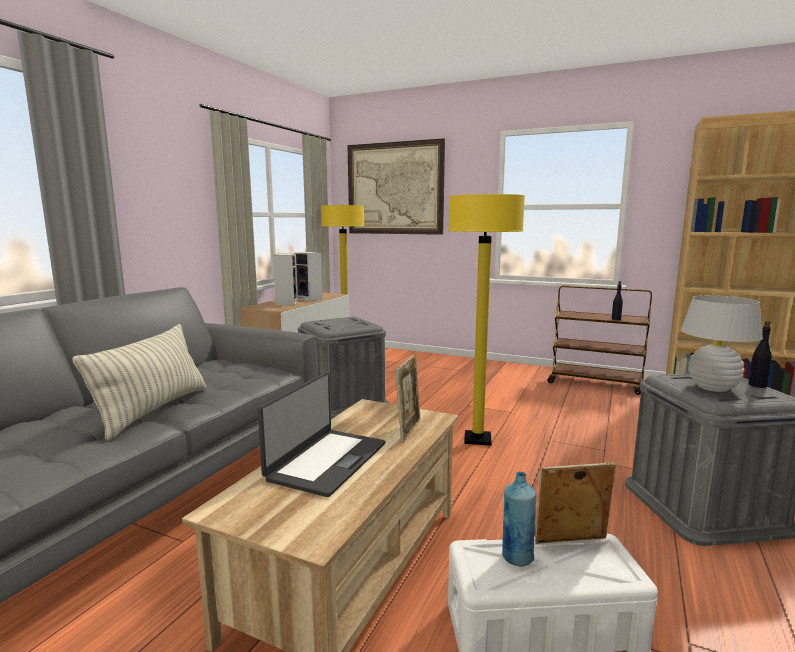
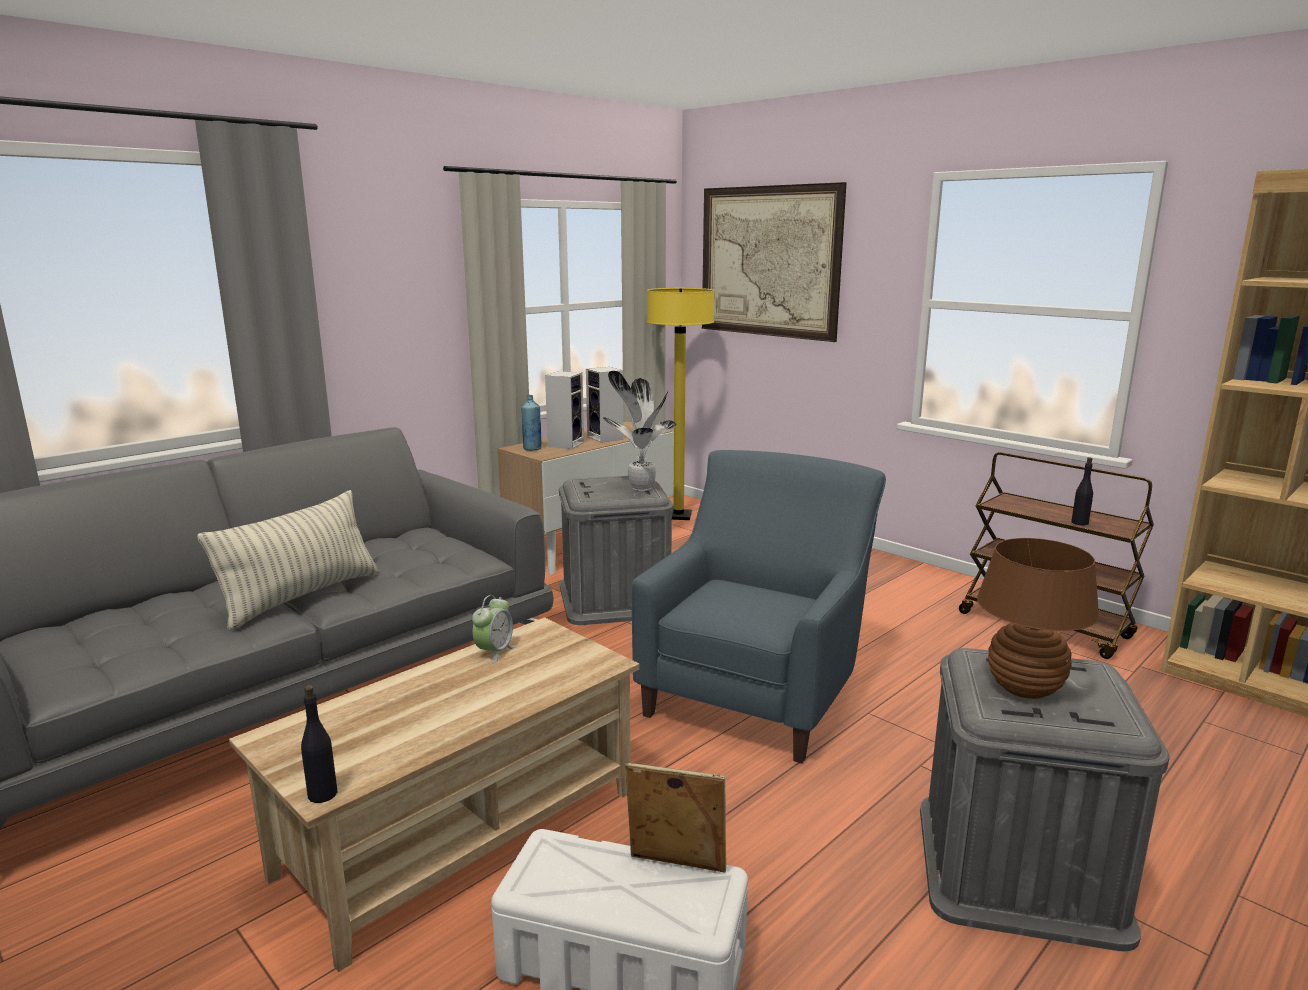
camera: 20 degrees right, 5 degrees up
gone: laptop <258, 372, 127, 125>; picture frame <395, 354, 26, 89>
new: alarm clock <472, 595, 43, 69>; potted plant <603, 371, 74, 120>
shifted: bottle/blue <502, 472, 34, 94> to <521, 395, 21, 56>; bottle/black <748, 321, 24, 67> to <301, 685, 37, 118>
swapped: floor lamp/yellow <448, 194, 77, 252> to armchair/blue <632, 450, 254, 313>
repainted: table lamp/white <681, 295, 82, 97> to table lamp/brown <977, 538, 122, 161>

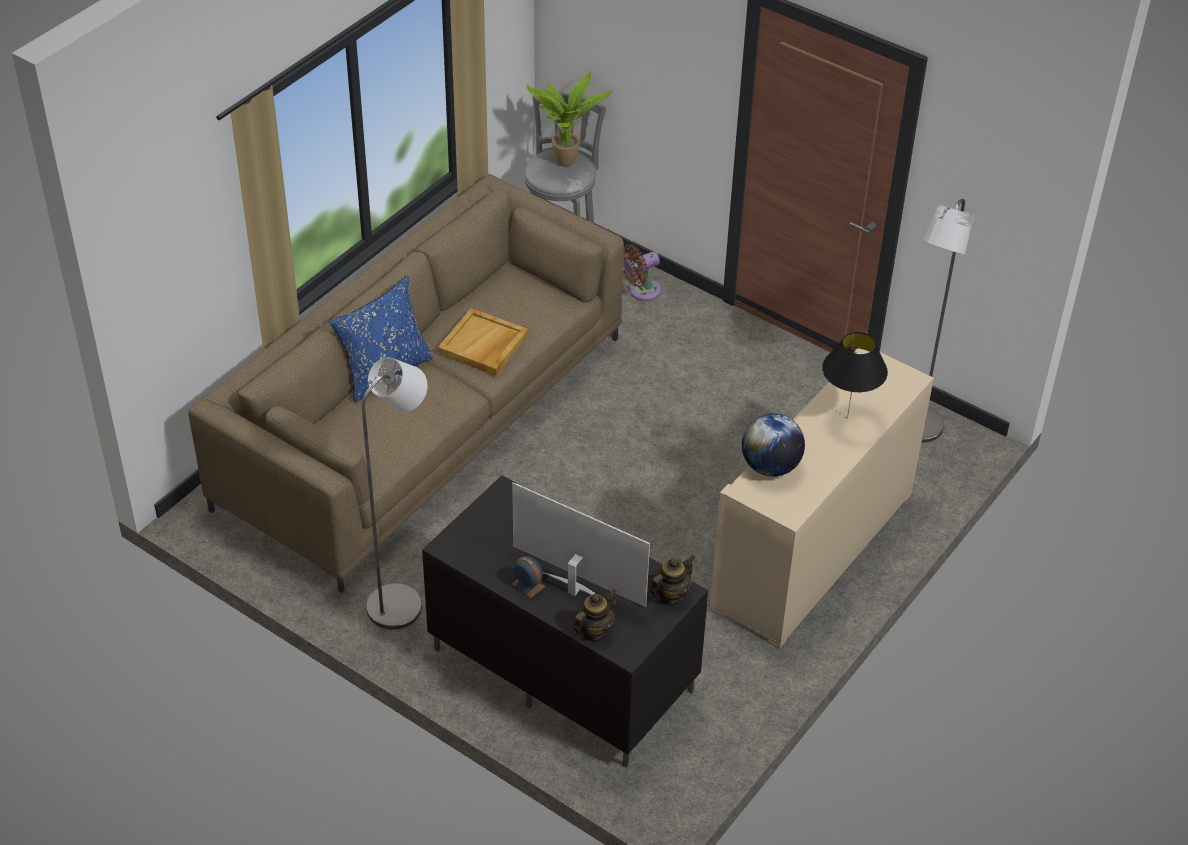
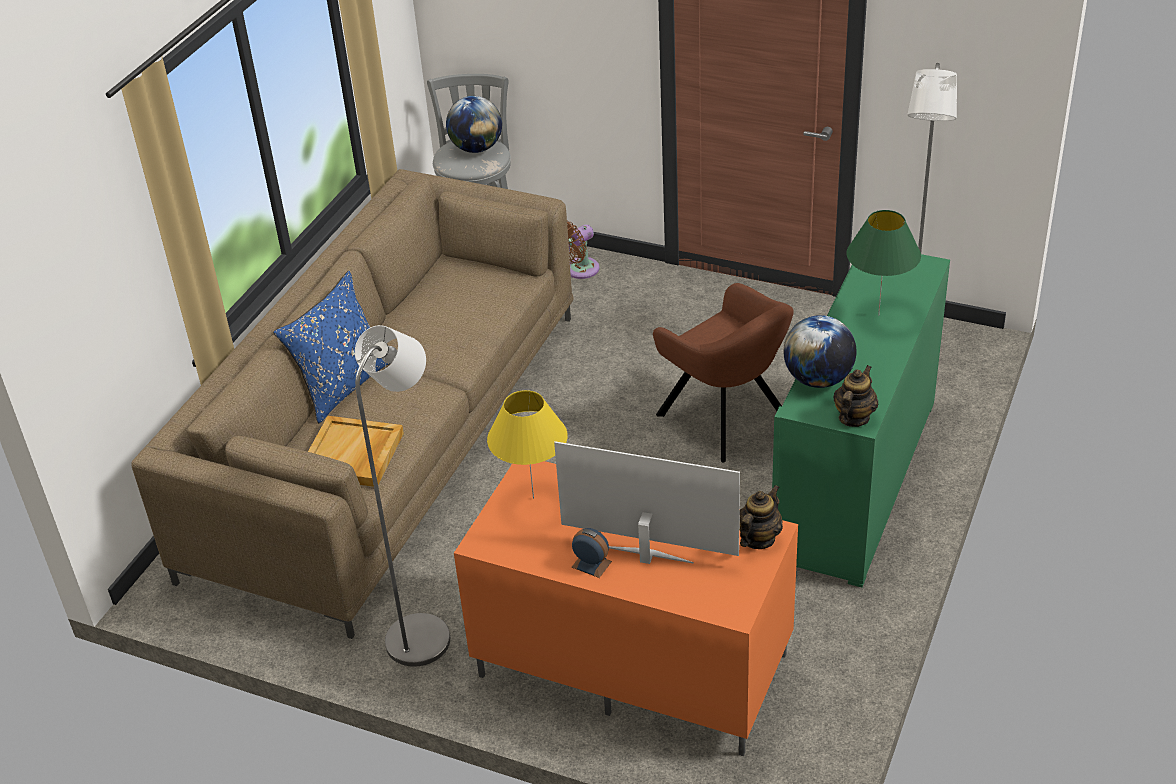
camera: 10 degrees left, 5 degrees down
new: table lamp/yellow <487, 390, 81, 109>; armchair/brown <653, 283, 141, 179>
shifted: tray/beige <438, 308, 90, 68> to <308, 416, 96, 71>; teapot <573, 589, 44, 52> to <833, 365, 45, 62>
swapped: potted plant <526, 72, 86, 95> to globe <446, 96, 56, 57>
repainted: tv stand/black <422, 475, 286, 292> to tv stand/orange <454, 461, 344, 295>; cabinet/beige <710, 348, 224, 301> to cabinet/green <772, 254, 178, 334>; table lamp/black <822, 332, 66, 87> to table lamp/green <847, 210, 74, 106>

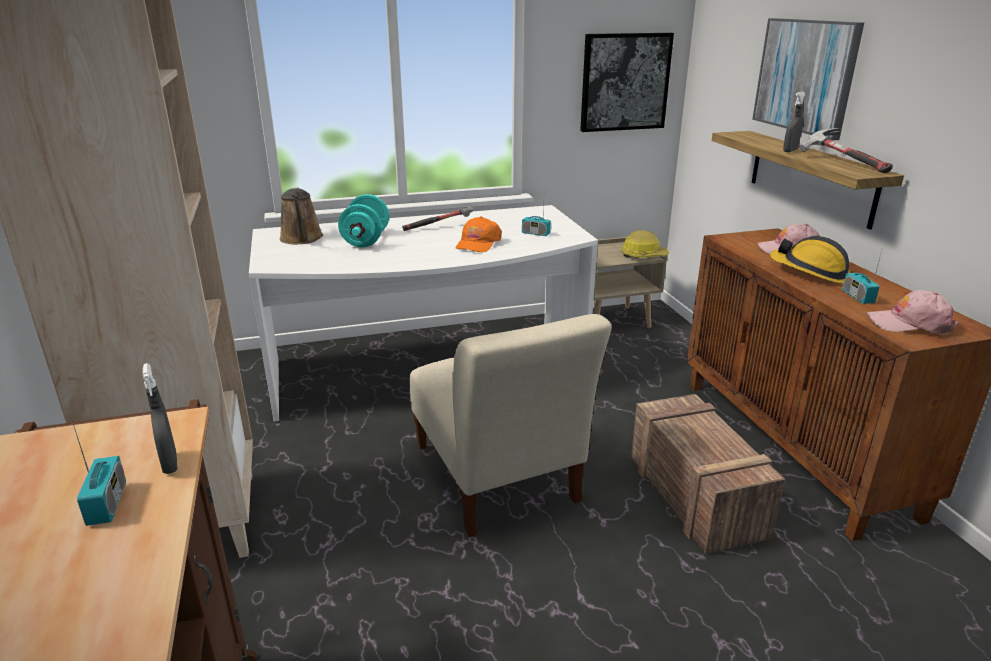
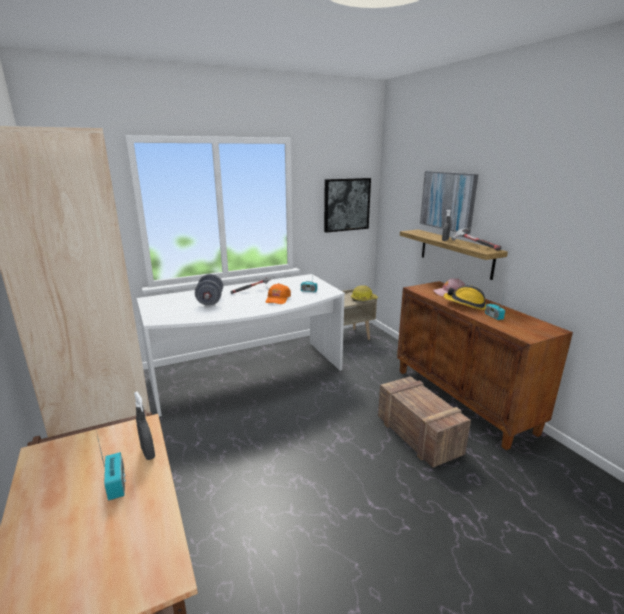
camera: 10 degrees left, 5 degrees down
gone: watering can/brown <280, 187, 43, 57>; chair/beige <409, 314, 203, 223>; cap/pink <867, 290, 92, 44>
repainted: dumbbell/turquoise <338, 194, 51, 53> to dumbbell/grey <195, 274, 28, 32>

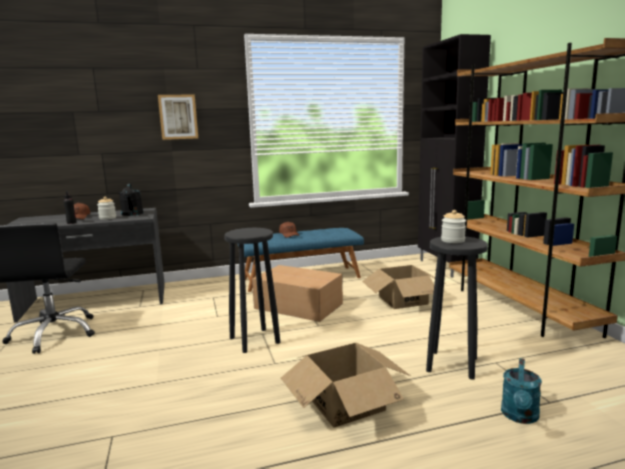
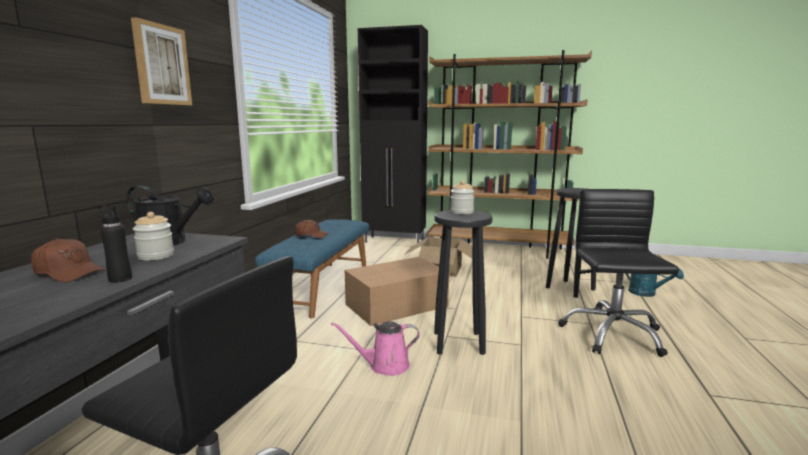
camera: 60 degrees left, 0 degrees up
new: watering can/pink <331, 321, 89, 55>
shifted: jar <441, 210, 25, 33> to <450, 180, 25, 34>
swapped: cardboard box <281, 343, 129, 85> to office chair/black <558, 189, 121, 168>

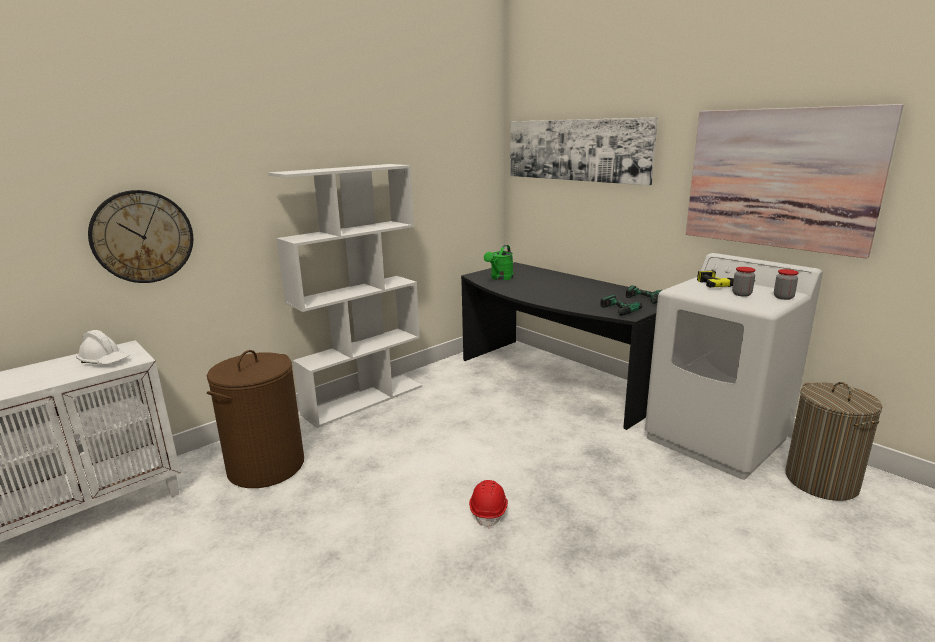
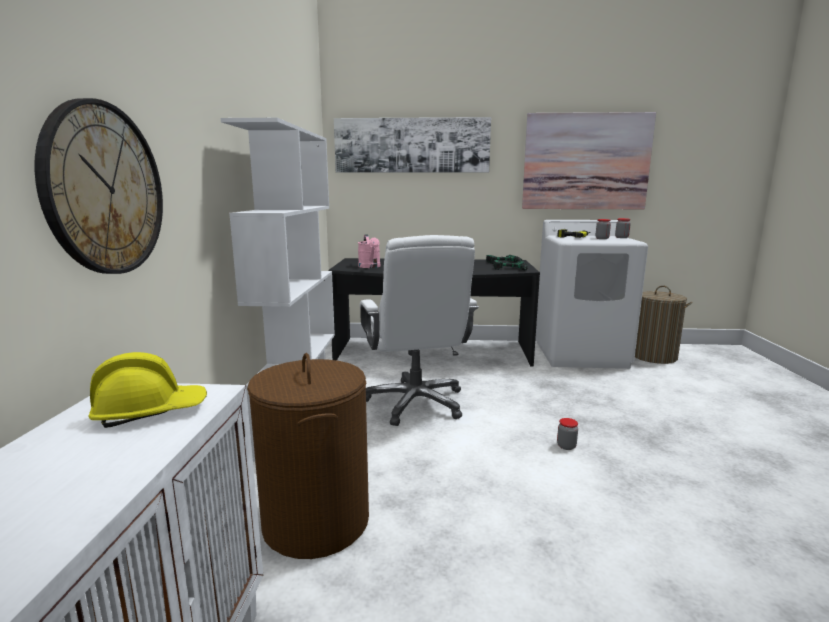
camera: 45 degrees left, 5 degrees down
new: office chair/white <360, 235, 119, 191>
swapped: hard hat/red <469, 480, 39, 48> to jar <557, 418, 21, 32>
repainted: hard hat/white <76, 330, 54, 34> to hard hat/yellow <88, 352, 119, 76>; watering can/green <484, 245, 29, 35> to watering can/pink <358, 235, 22, 33>

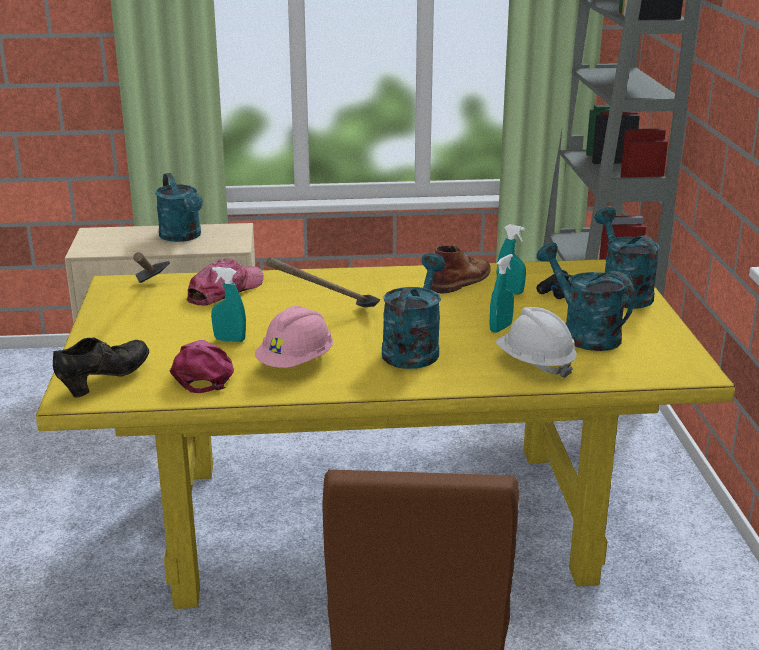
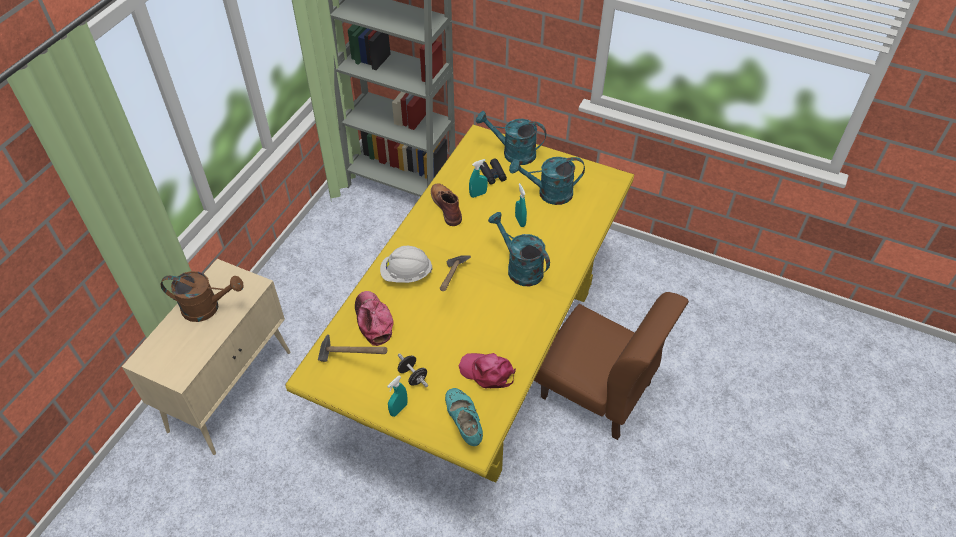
camera: 60 degrees left, 25 degrees up
gone: hard hat/pink <255, 306, 78, 62>
new: dumbbell/black <398, 353, 30, 34>
shifted: spray bottle/turquoise <211, 267, 35, 75> to <387, 376, 21, 41>; hard hat/white <496, 307, 80, 71> to <380, 246, 53, 37>
repainted: shoe/black <53, 337, 96, 61> to shoe/turquoise <445, 388, 38, 58>; watering can/turquoise <155, 173, 48, 69> to watering can/brown <160, 271, 83, 51>

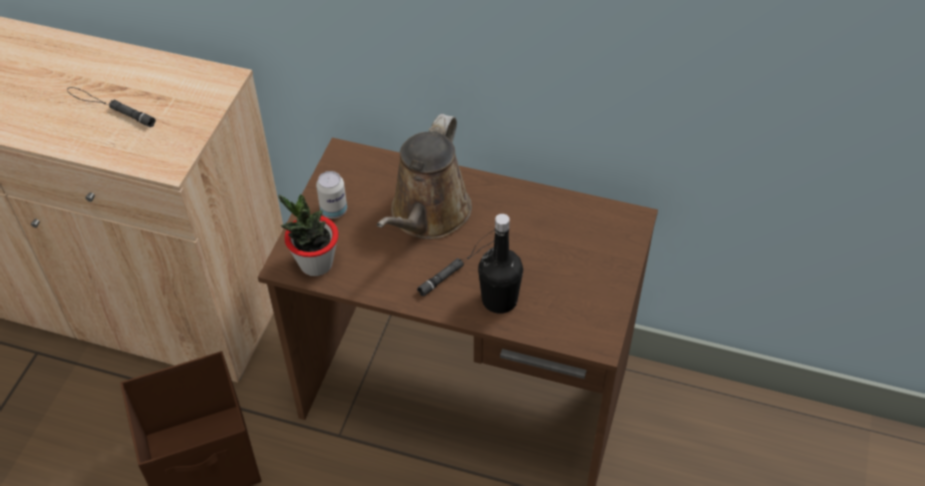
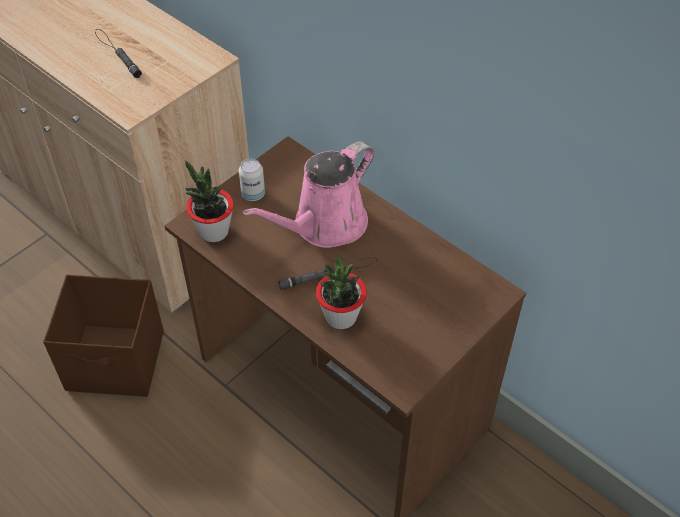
camera: 25 degrees right, 0 degrees up
swapped: bottle/black <478, 214, 45, 100> to potted plant <316, 257, 51, 72>
repainted: watering can/brown <377, 114, 95, 125> to watering can/pink <243, 141, 131, 107>

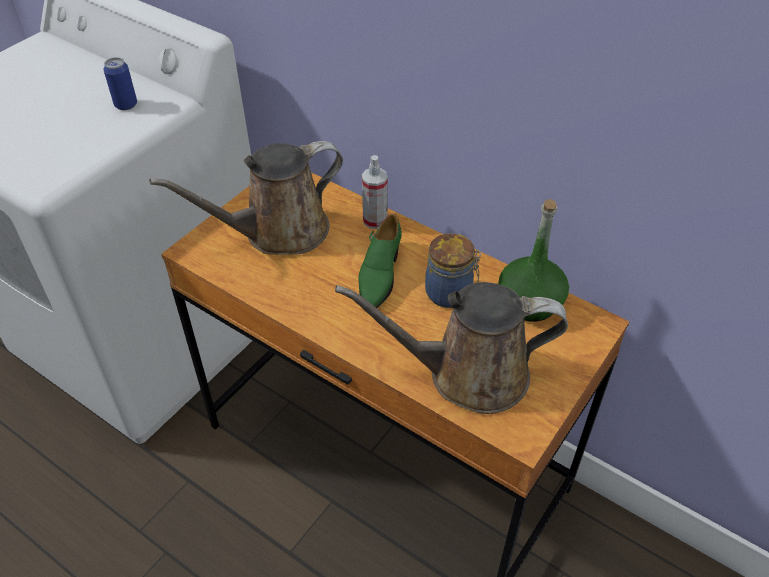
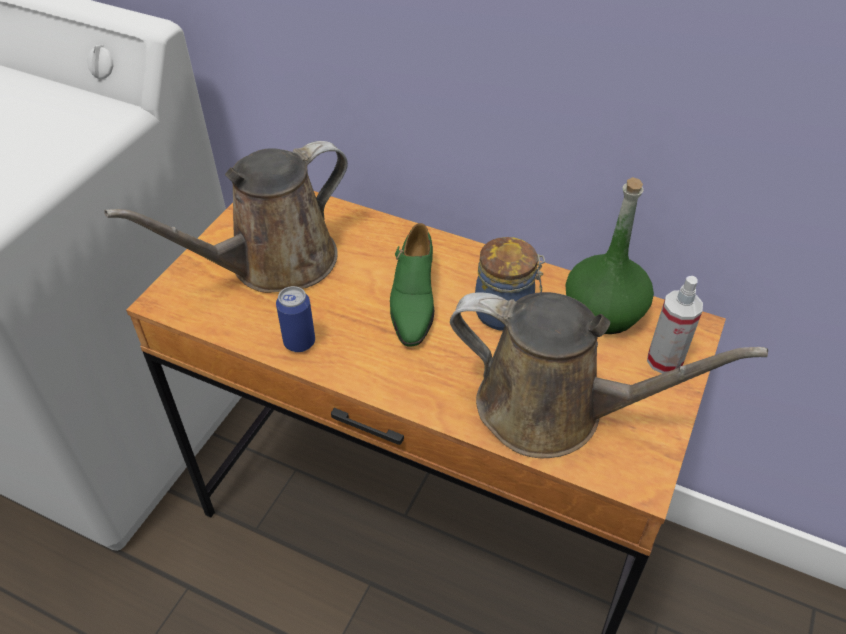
camera: 10 degrees left, 0 degrees up
shifted: can <103, 57, 34, 53> to <276, 286, 39, 66>; spray bottle <362, 155, 26, 74> to <647, 276, 56, 98>
rotated: watering can/brown <335, 282, 233, 132> = <450, 292, 318, 166> 150 degrees counterclockwise

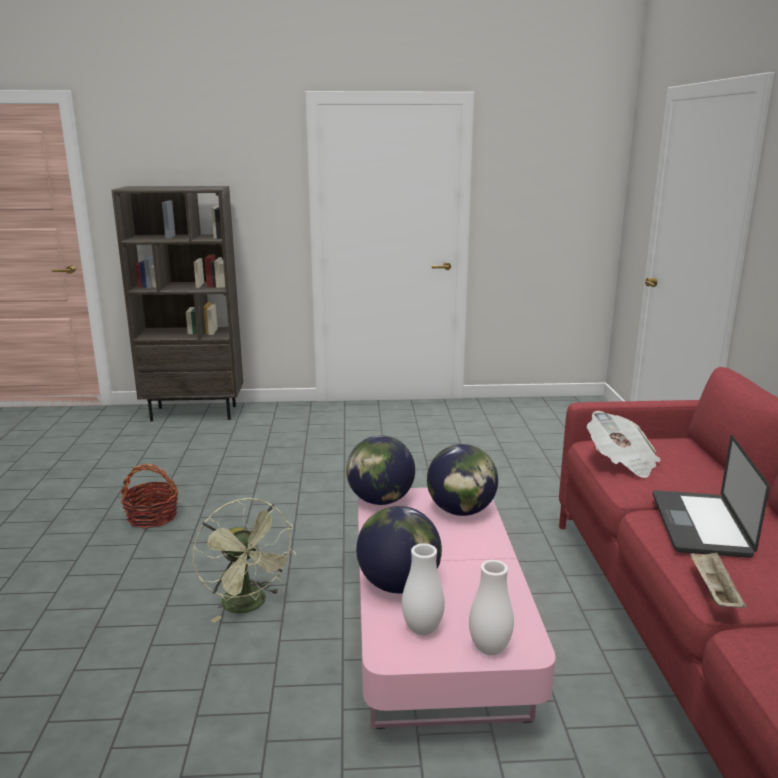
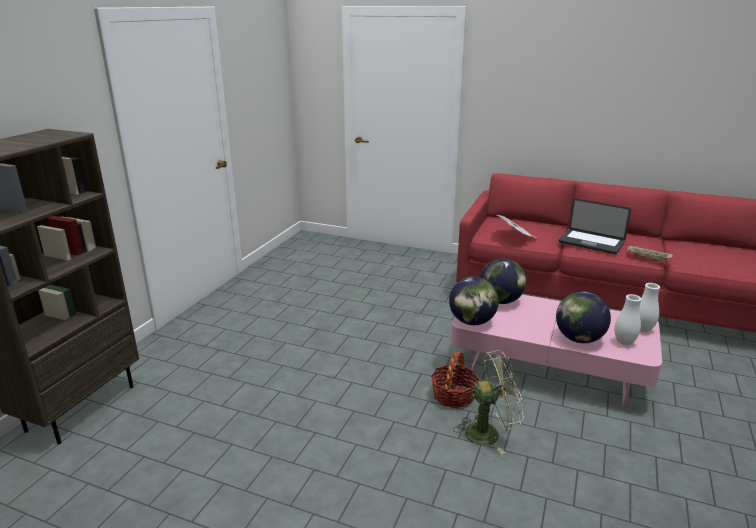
camera: 65 degrees left, 5 degrees up
shifted: basket <121, 464, 57, 65> to <431, 352, 48, 56>

